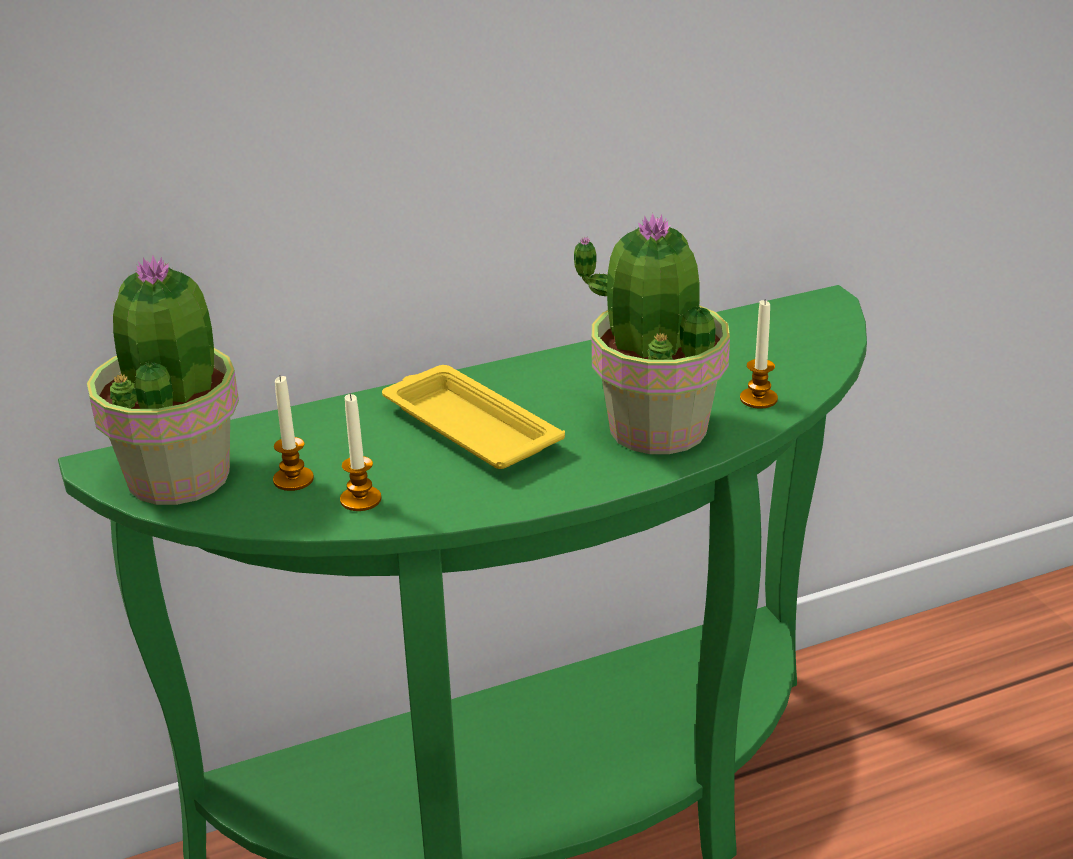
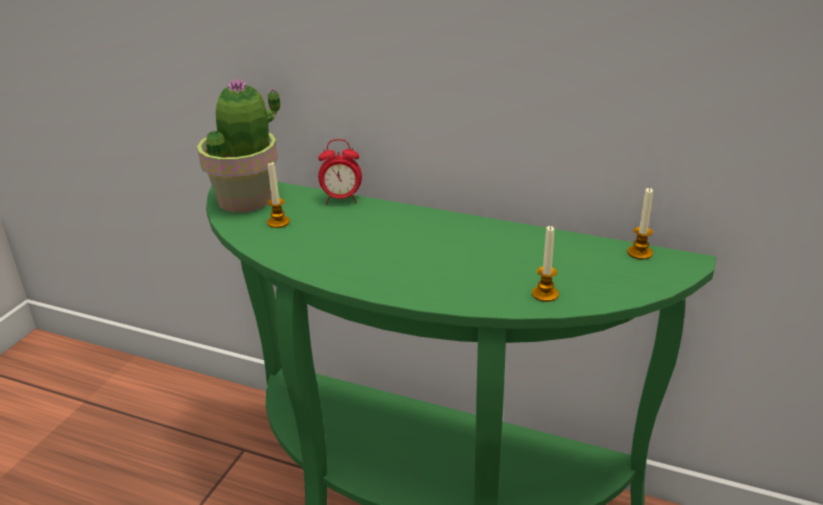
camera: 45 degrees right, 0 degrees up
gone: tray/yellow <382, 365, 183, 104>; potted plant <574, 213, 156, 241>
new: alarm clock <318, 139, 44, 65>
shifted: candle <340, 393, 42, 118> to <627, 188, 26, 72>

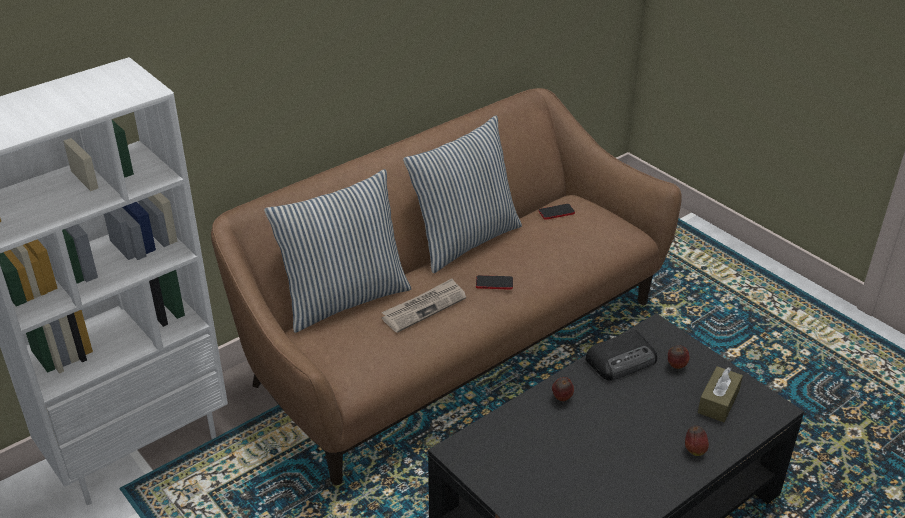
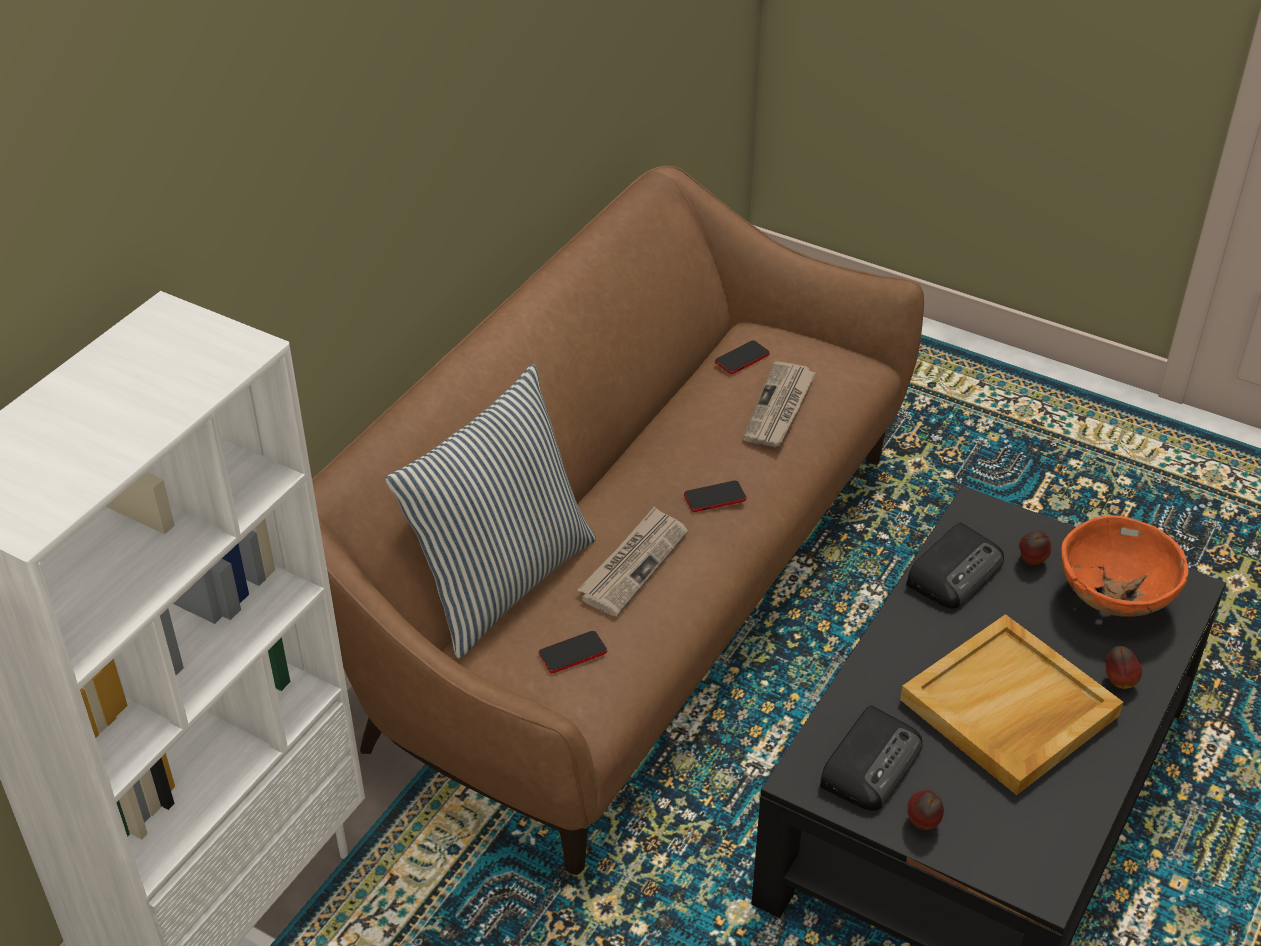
camera: 20 degrees left, 5 degrees up
gone: pillow <403, 116, 119, 157>
new: phone <538, 631, 69, 42>; newspaper <743, 361, 73, 86>; radio <820, 705, 102, 106>; tray/beige <900, 614, 223, 181>
shifted: apple <552, 377, 22, 24> to <907, 790, 37, 40>
swapped: tissue box/brown <698, 366, 45, 56> to bowl/orange <1061, 515, 127, 102>

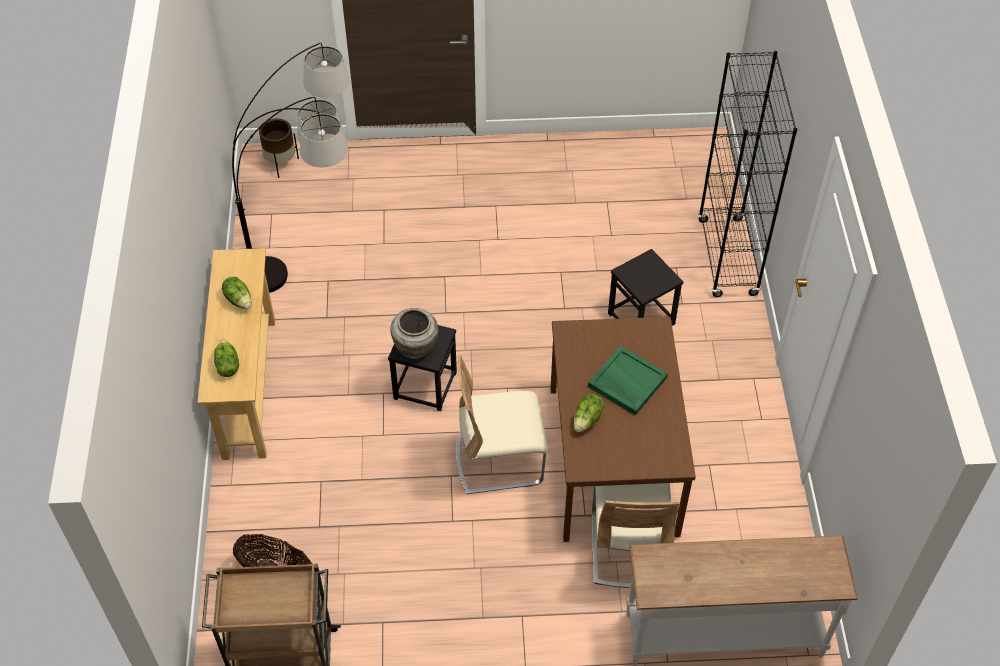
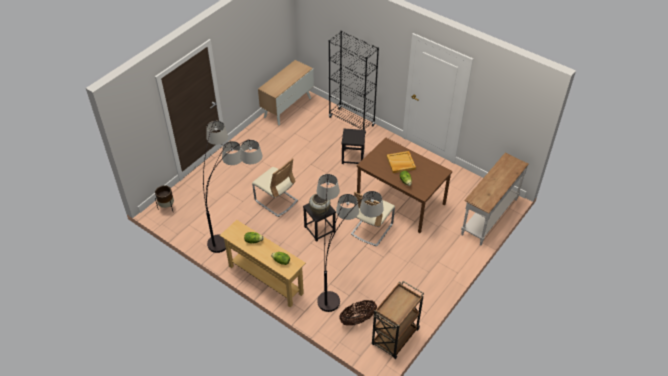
camera: 50 degrees left, 5 degrees down
new: cabinet <258, 60, 56, 65>; floor lamp <317, 174, 67, 138>
shifted: chair/beige <592, 483, 87, 105> to <252, 158, 46, 59>
repainted: tray/green <588, 346, 80, 69> to tray/beige <386, 151, 30, 22>

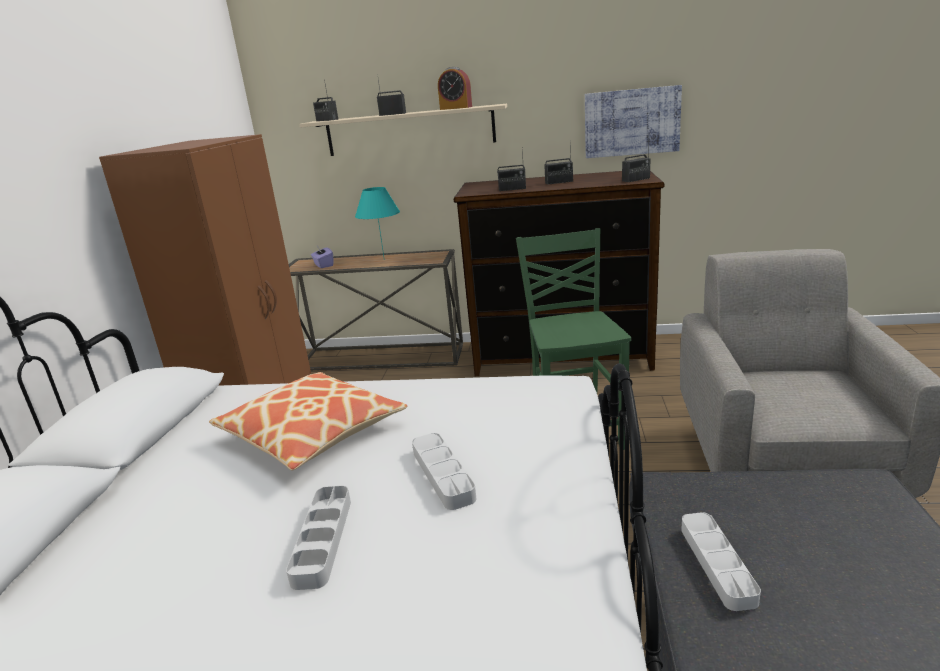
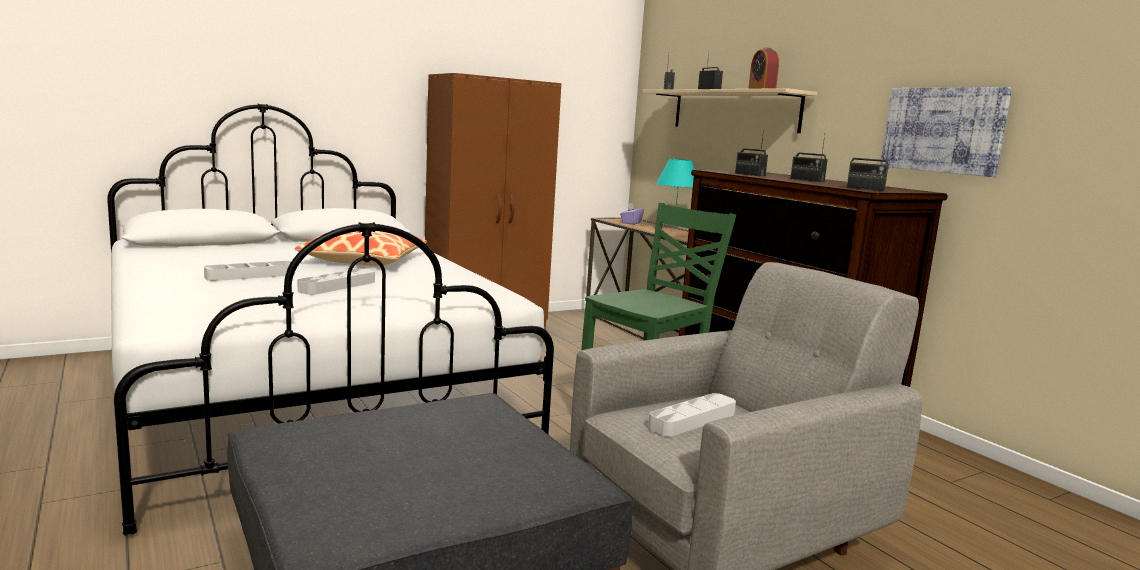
camera: 50 degrees right, 10 degrees down
shifted: tray/grey <681, 512, 80, 99> to <648, 393, 88, 44>

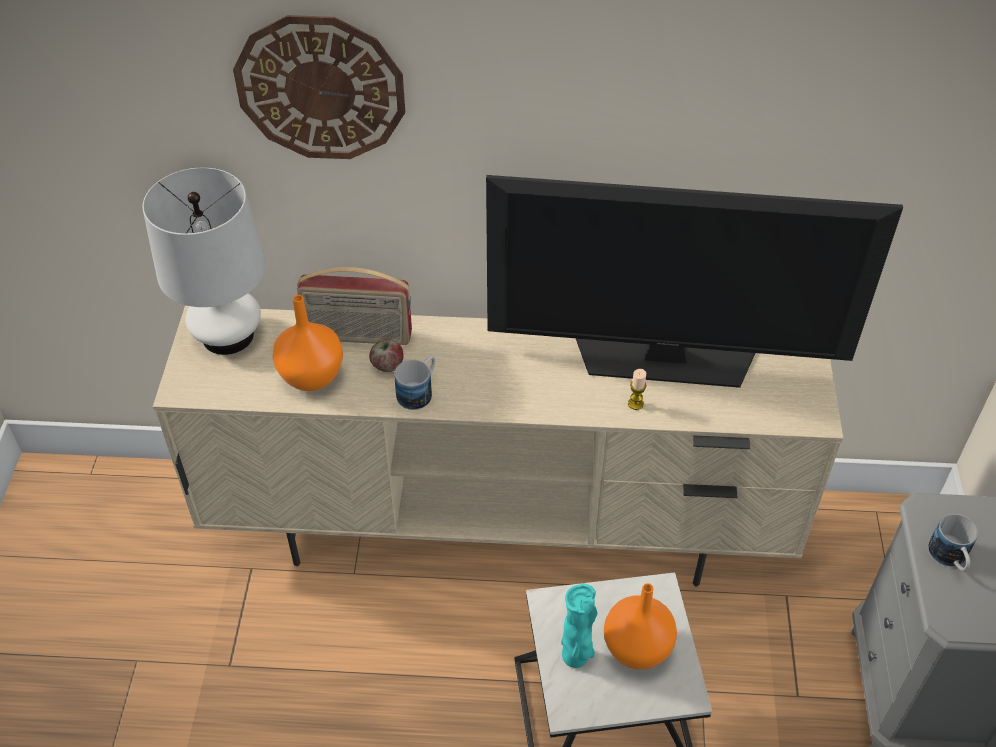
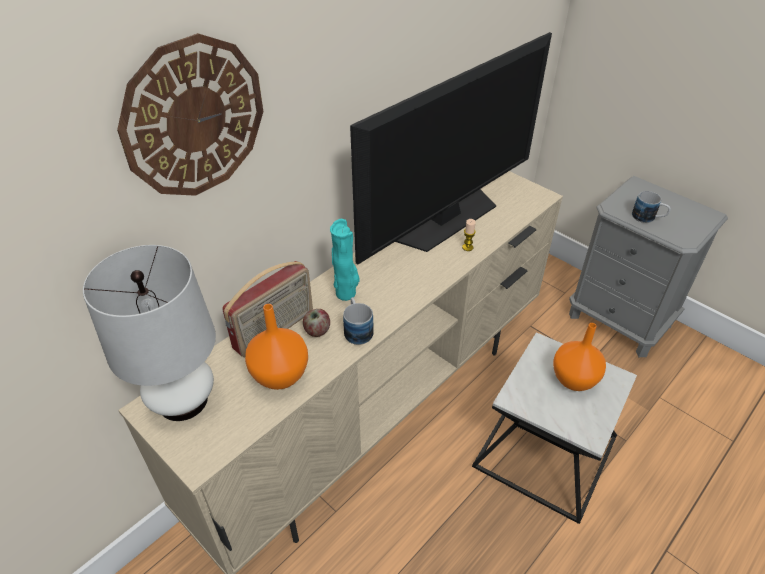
camera: 50 degrees left, 5 degrees down
shifted: vase/turquoise <561, 583, 37, 85> to <330, 219, 30, 82>

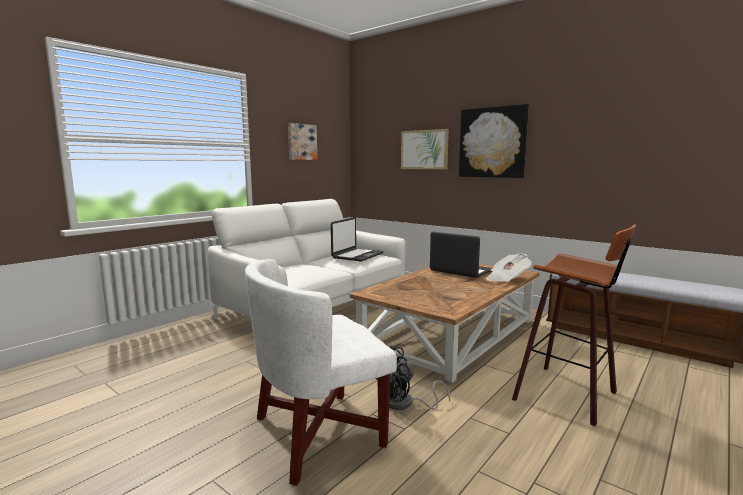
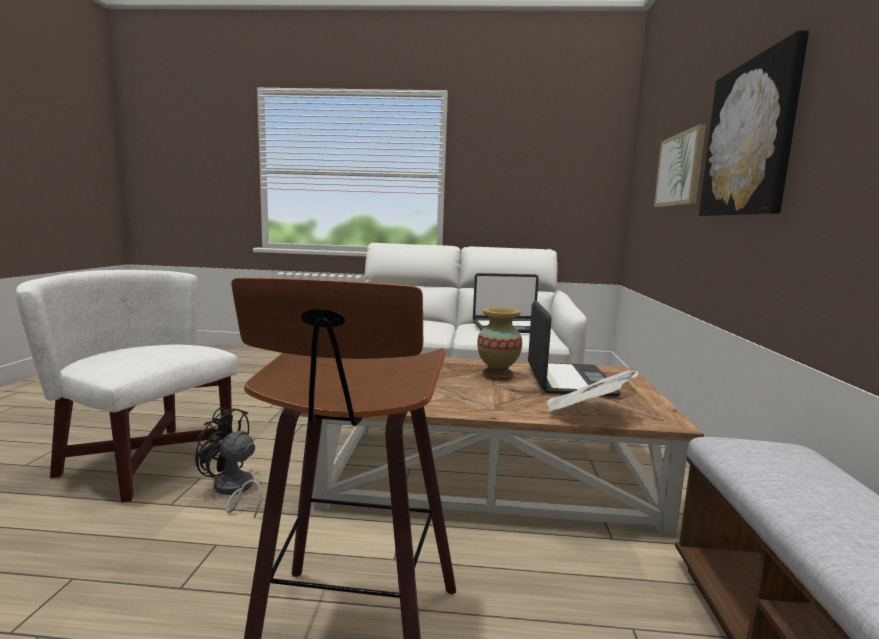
camera: 55 degrees right, 0 degrees up
gone: picture <288, 123, 29, 37>
new: vase <477, 307, 45, 74>

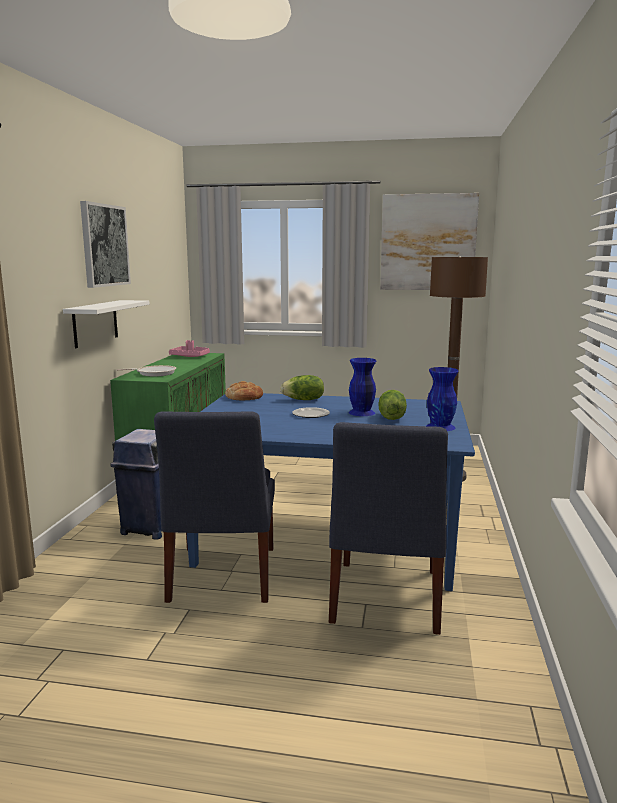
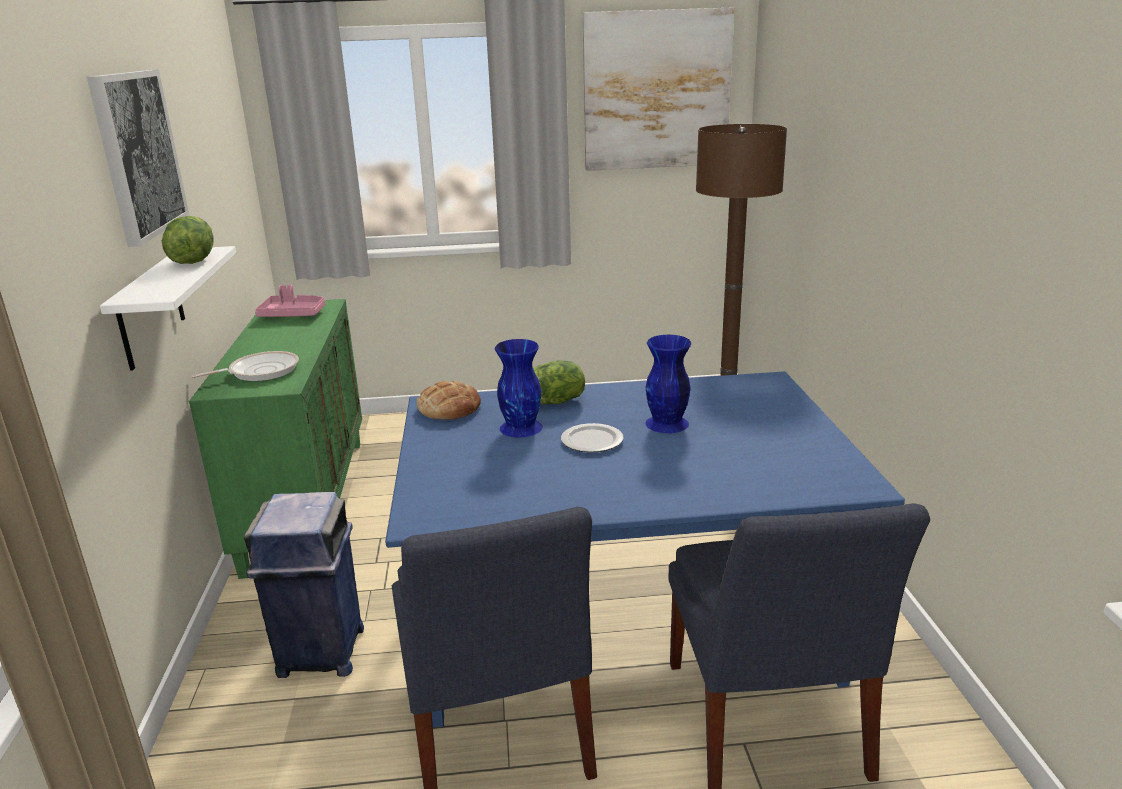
camera: 15 degrees left, 10 degrees up
shifted: lettuce <378, 390, 29, 30> to <162, 216, 52, 48>; vase/blue <426, 367, 33, 64> to <495, 339, 48, 98>

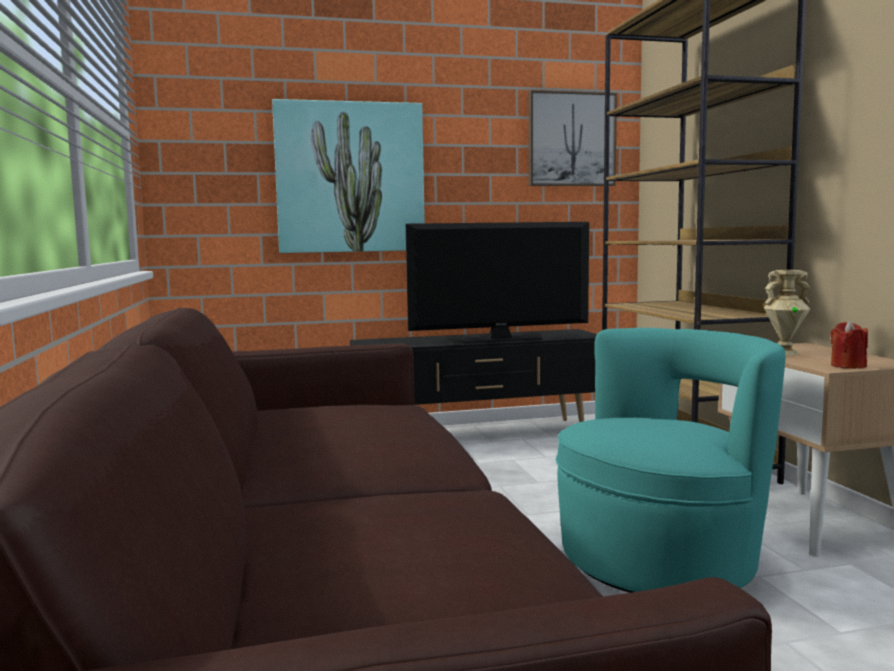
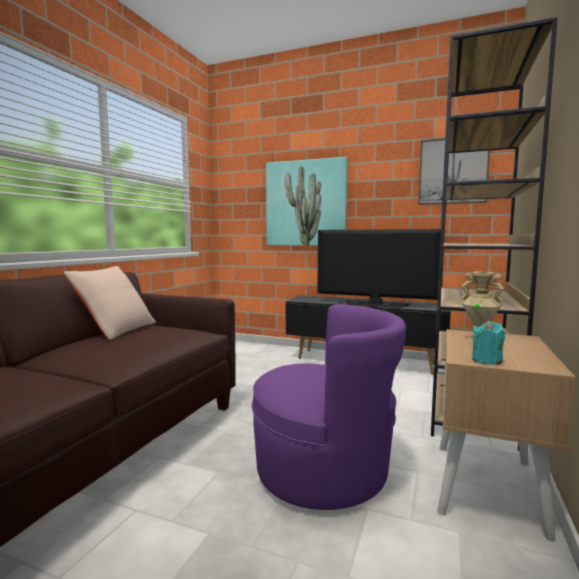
camera: 35 degrees right, 0 degrees up
new: pillow/beige <64, 266, 92, 74>
repainted: armchair/turquoise <556, 328, 230, 265> to armchair/purple <252, 304, 154, 206>; candle/red <830, 320, 38, 48> to candle/turquoise <472, 320, 33, 45>

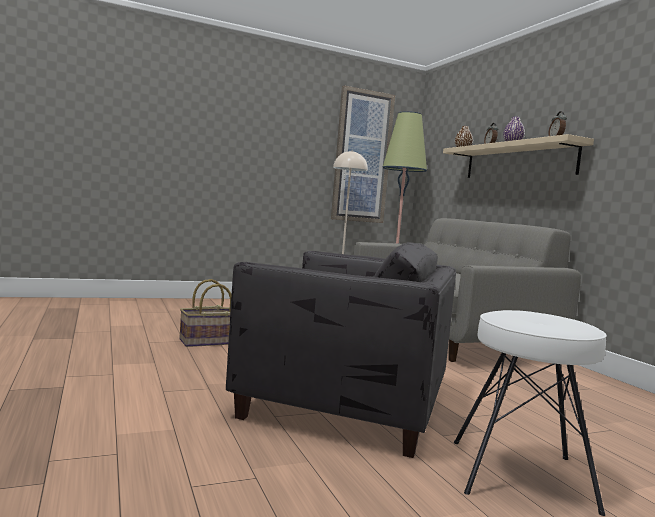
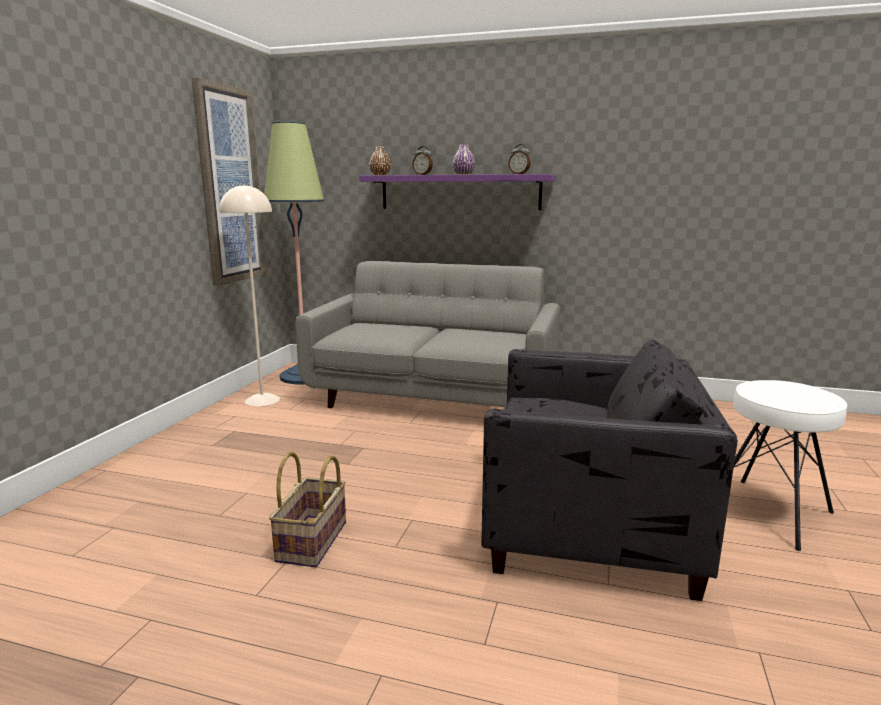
camera: 50 degrees left, 10 degrees up
repainted: shelf/beige <443, 134, 151, 44> to shelf/purple <359, 174, 197, 36>
rotated: armchair/grey <226, 242, 230, 216> = <481, 339, 257, 262> 45 degrees clockwise

